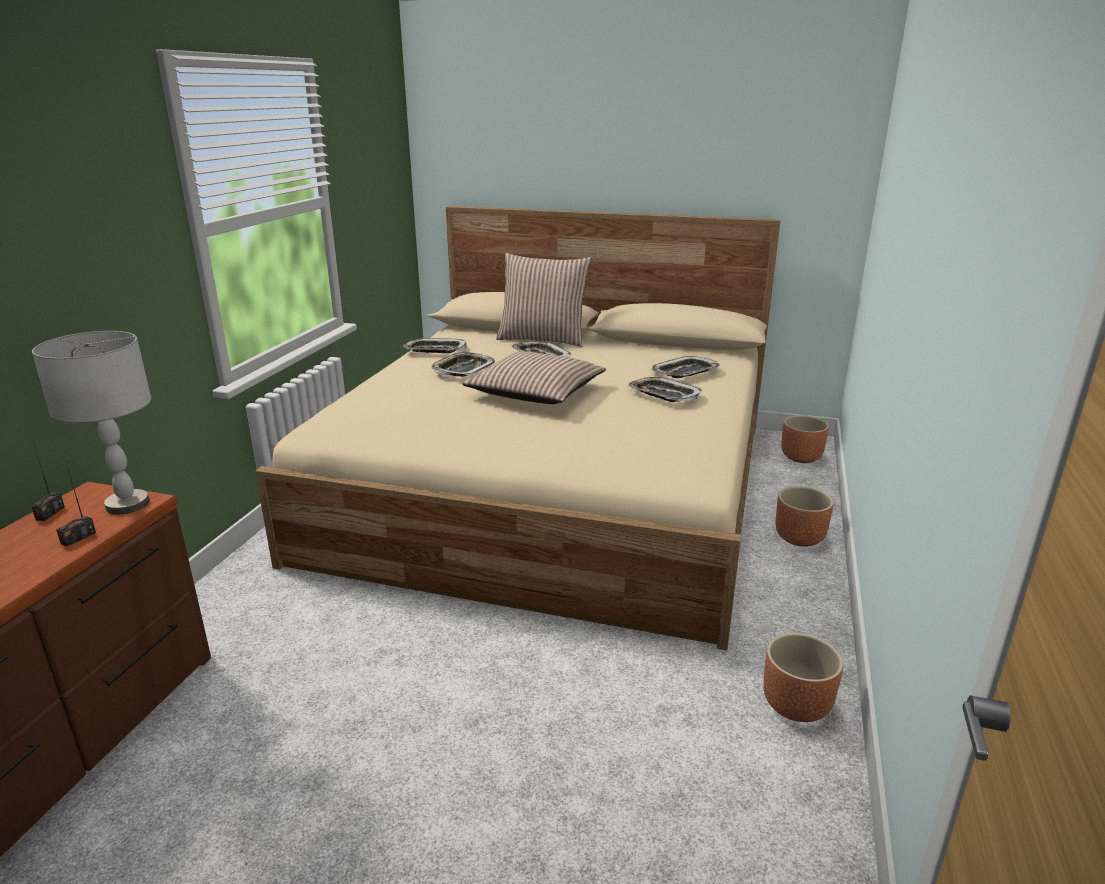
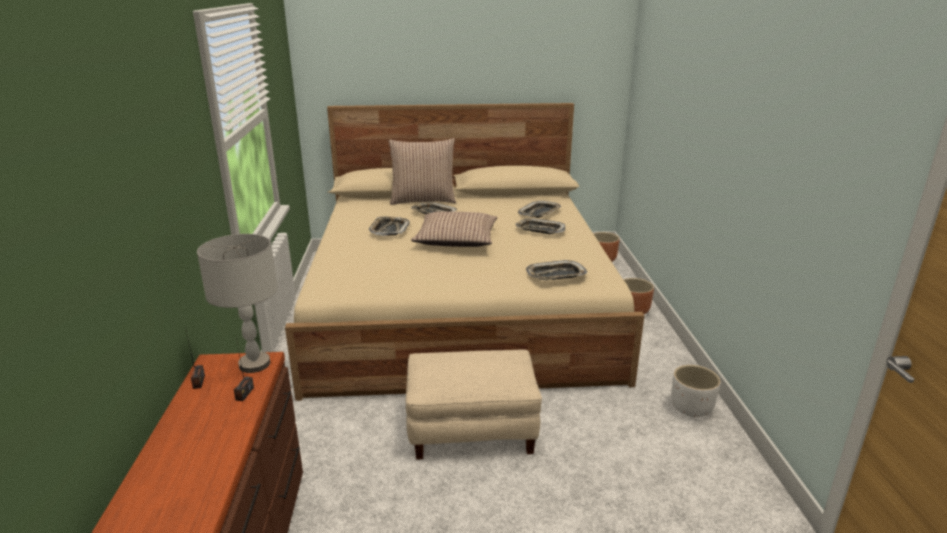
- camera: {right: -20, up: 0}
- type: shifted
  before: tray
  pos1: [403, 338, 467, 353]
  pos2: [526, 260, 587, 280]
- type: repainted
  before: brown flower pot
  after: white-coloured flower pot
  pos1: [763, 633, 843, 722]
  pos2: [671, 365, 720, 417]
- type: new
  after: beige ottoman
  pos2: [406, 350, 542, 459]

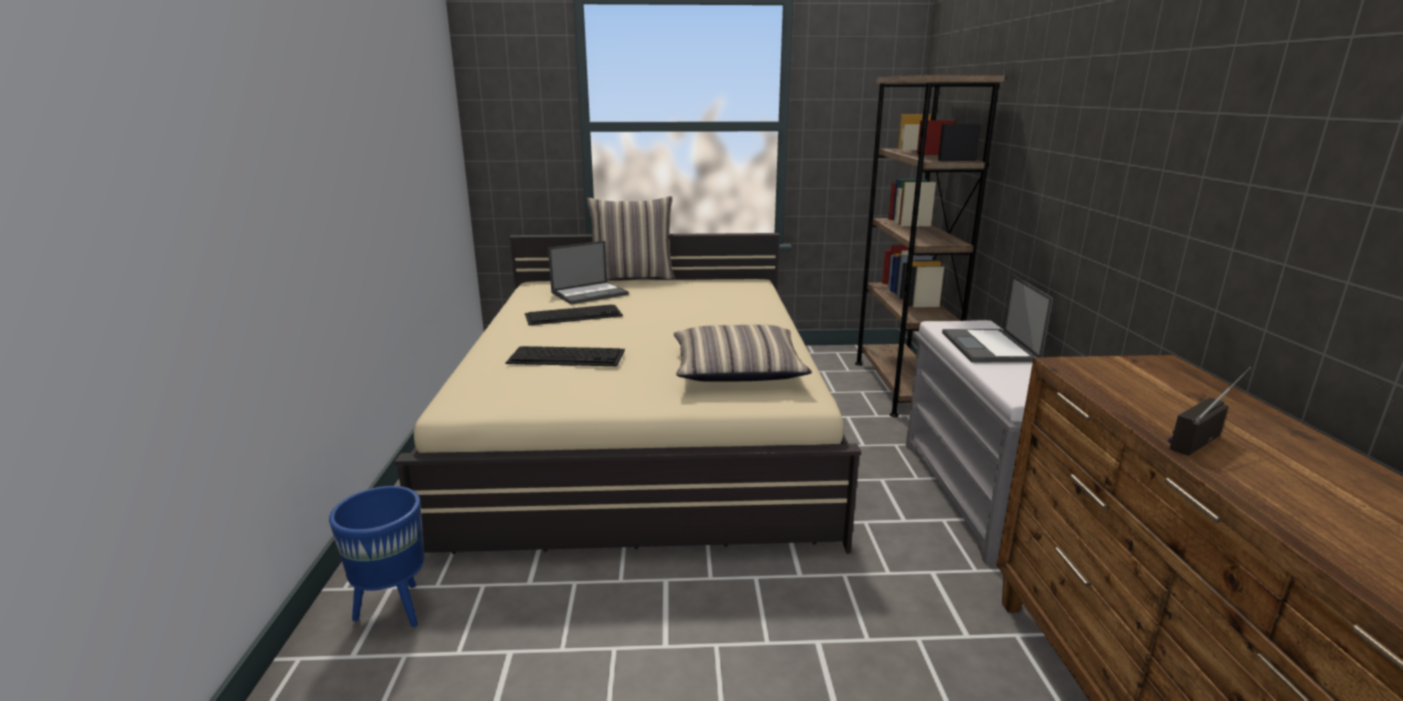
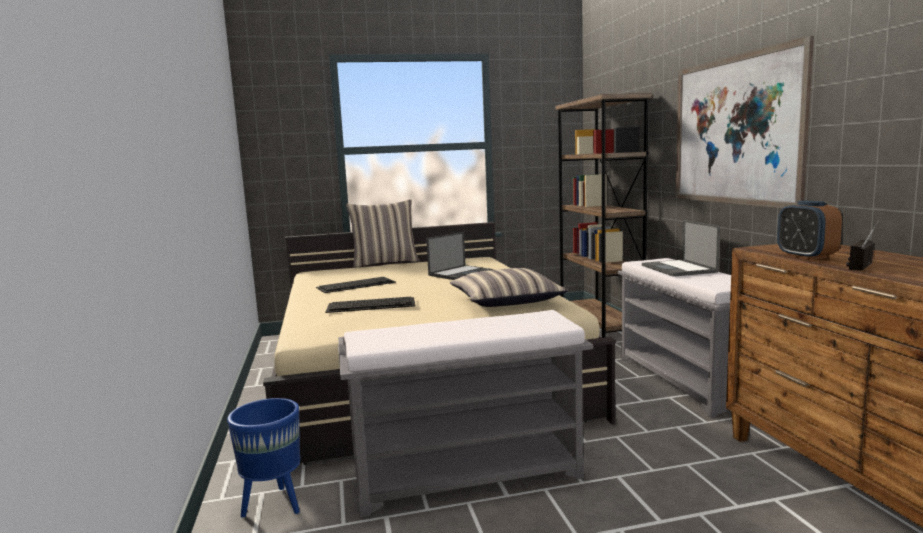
- camera: {right: -10, up: -10}
- type: shifted
  before: portable computer
  pos1: [548, 241, 629, 304]
  pos2: [426, 232, 493, 280]
- type: new
  after: wall picture
  pos2: [676, 36, 814, 208]
- type: new
  after: table clock
  pos2: [777, 200, 842, 260]
- type: new
  after: grey indoor bench
  pos2: [338, 310, 593, 517]

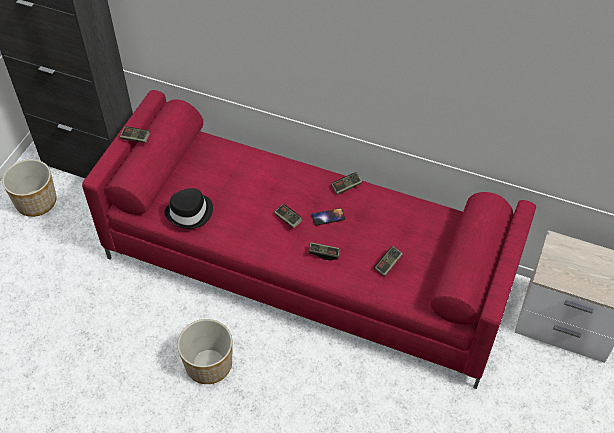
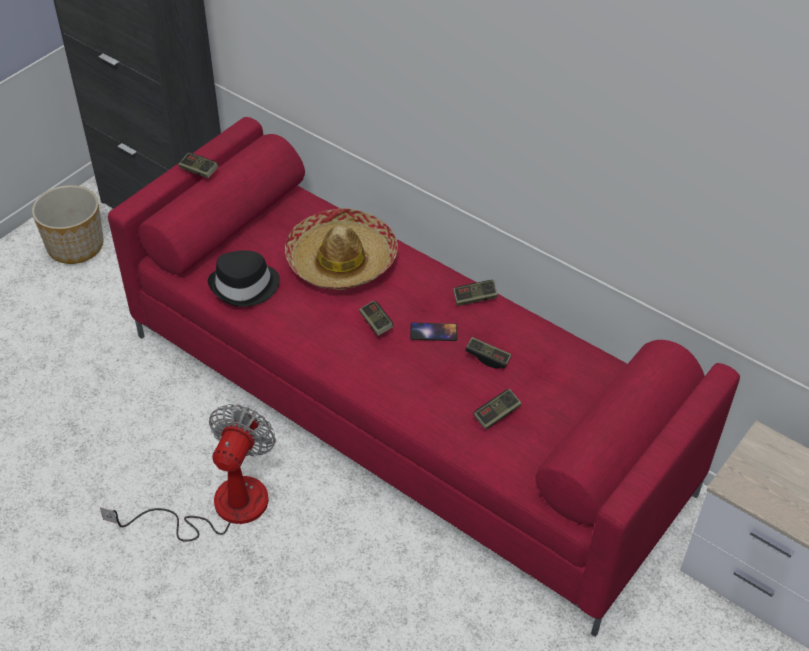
- camera: {right: 15, up: -5}
- type: shifted
  before: joypad
  pos1: [309, 242, 339, 260]
  pos2: [465, 337, 511, 368]
- type: swapped
  before: flower pot
  after: electric fan
  pos1: [177, 319, 232, 384]
  pos2: [100, 404, 276, 542]
- type: new
  after: hat
  pos2: [285, 208, 398, 290]

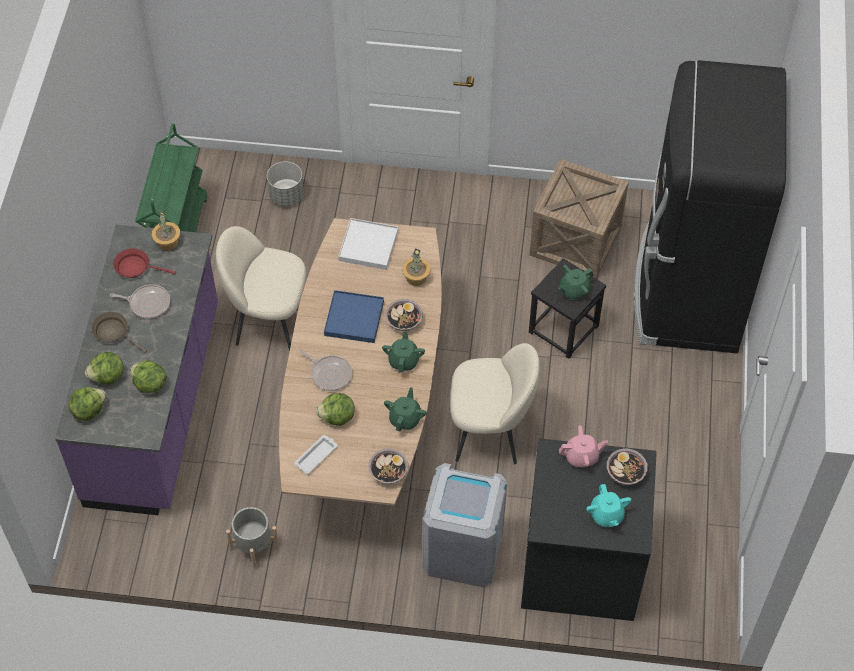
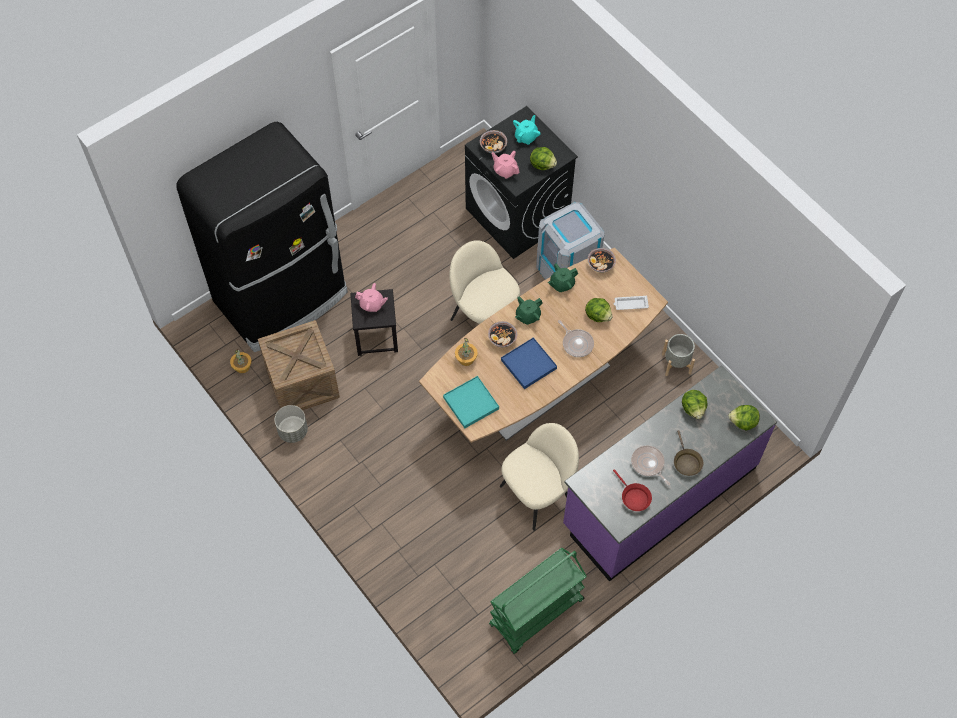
- camera: {right: -135, up: 5}
- type: shifted
  before: grey flower pot
  pos1: [267, 161, 304, 206]
  pos2: [275, 405, 308, 443]
- type: shifted
  before: houseplant
  pos1: [152, 211, 180, 251]
  pos2: [230, 349, 251, 373]
- type: repainted
  before: white-coloured tray
  after: turquoise tray
  pos1: [338, 218, 398, 270]
  pos2: [443, 376, 499, 429]
- type: rotated
  before: beige upright chair
  pos1: [216, 226, 306, 351]
  pos2: [500, 423, 579, 531]
  turn: -90
- type: repainted
  before: green-coloured pot for tea
  after: pink-coloured pot for tea
  pos1: [558, 265, 594, 300]
  pos2: [355, 283, 388, 312]
- type: rotated
  before: frying pan
  pos1: [299, 350, 352, 391]
  pos2: [558, 320, 594, 357]
  turn: 150
- type: shifted
  before: head of lettuce
  pos1: [85, 352, 124, 384]
  pos2: [530, 147, 557, 170]

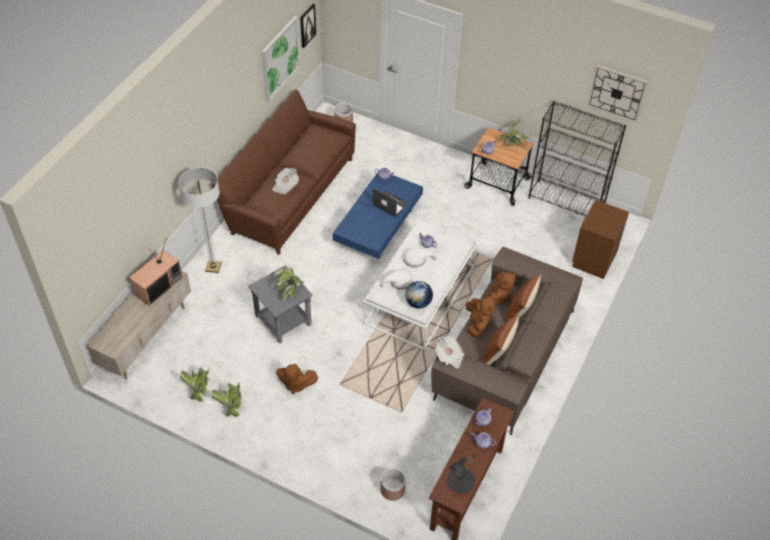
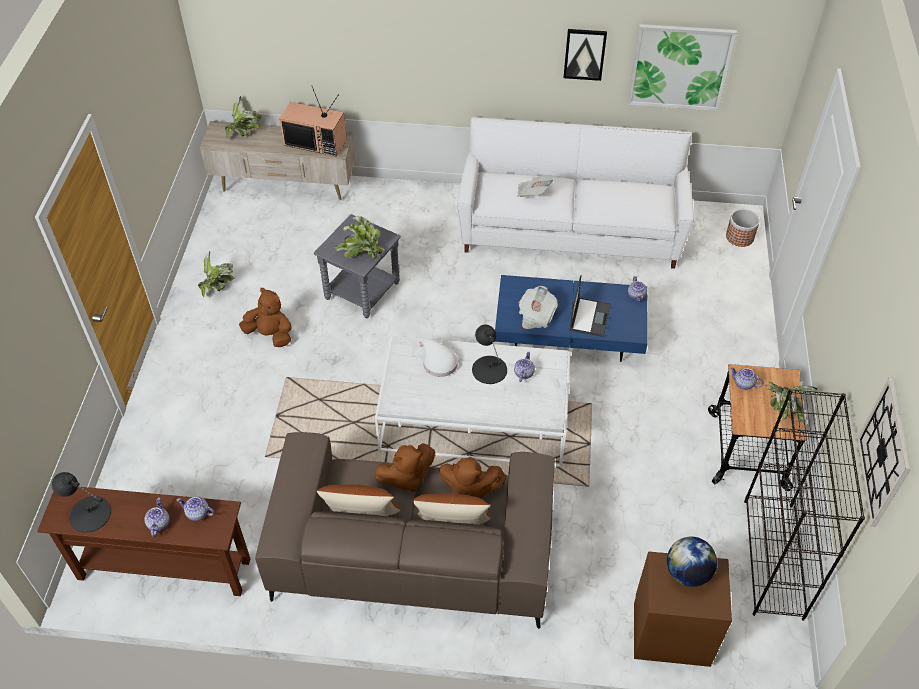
- camera: {right: 70, up: 0}
- type: shifted
  before: wall picture
  pos1: [300, 4, 316, 48]
  pos2: [563, 29, 607, 81]
- type: repainted
  before: brown couch
  after: white-coloured couch
  pos1: [212, 90, 356, 255]
  pos2: [457, 117, 694, 269]
- type: gone
  before: standing lamp
  pos1: [179, 167, 222, 273]
- type: swapped
  before: white-coloured hat
  after: black tabletop lamp
  pos1: [403, 247, 437, 268]
  pos2: [472, 325, 507, 384]
- type: shifted
  before: world globe
  pos1: [405, 281, 433, 309]
  pos2: [667, 537, 717, 587]
- type: shifted
  before: printed paper
  pos1: [435, 336, 465, 369]
  pos2: [518, 286, 557, 329]
- type: rotated
  before: brown cuddly toy
  pos1: [276, 364, 318, 394]
  pos2: [239, 288, 291, 347]
  turn: 120
- type: shifted
  before: houseplant
  pos1: [180, 367, 210, 401]
  pos2: [225, 96, 262, 138]
- type: gone
  before: flower pot
  pos1: [380, 468, 406, 501]

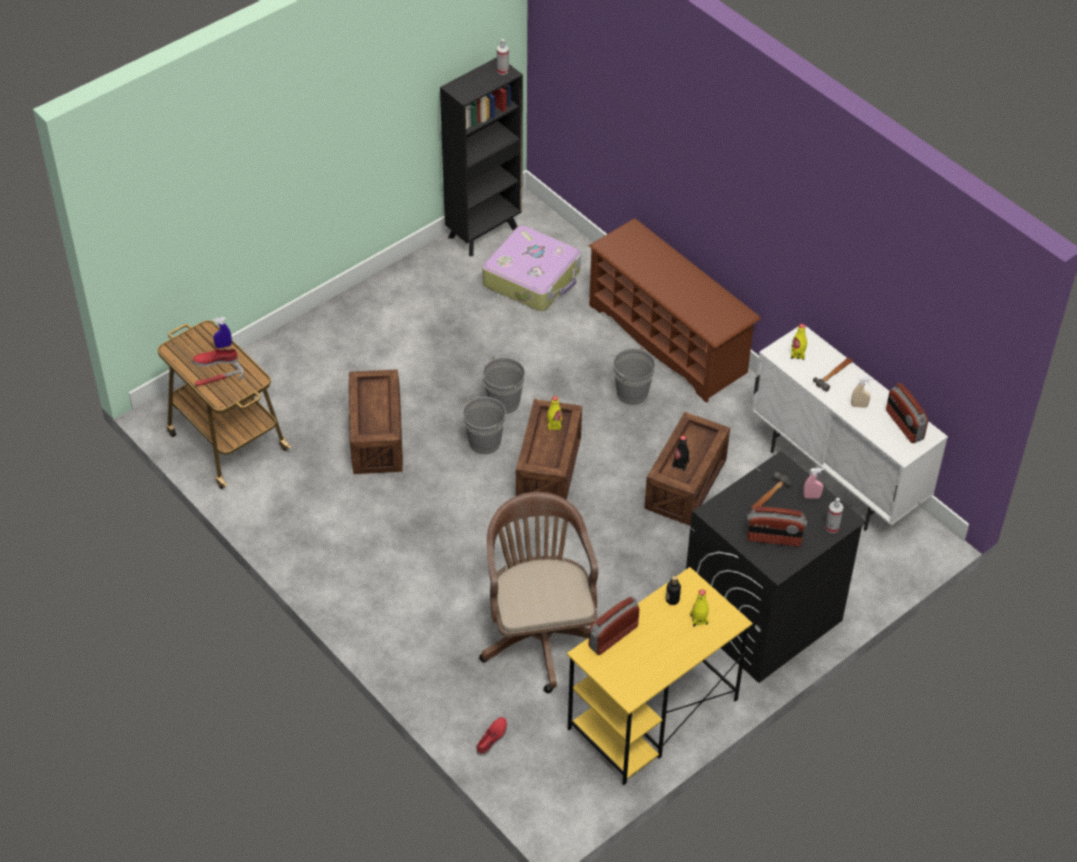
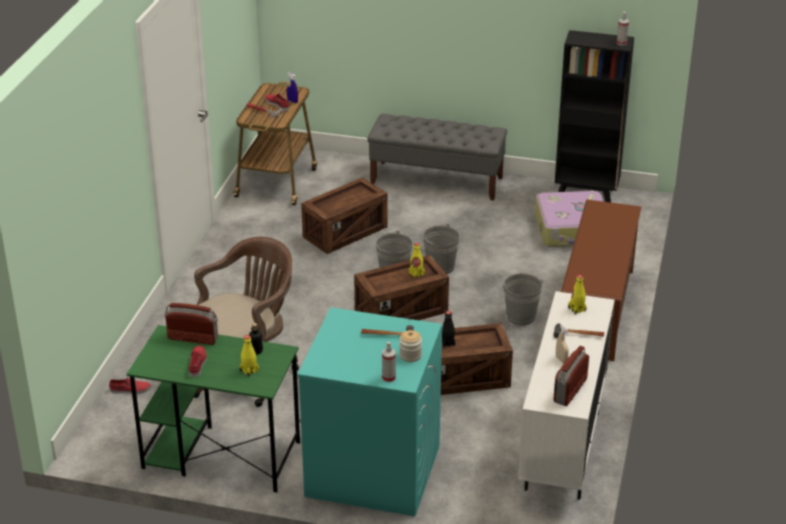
- camera: {right: 55, up: -15}
- type: repainted
  before: black laundry machine
  after: turquoise laundry machine
  pos1: [686, 451, 866, 683]
  pos2: [297, 307, 442, 516]
- type: swapped
  before: pink-coloured hand sprayer
  after: preserve jar
  pos1: [803, 468, 824, 498]
  pos2: [399, 330, 422, 362]
- type: gone
  before: radio receiver
  pos1: [747, 507, 807, 546]
- type: repainted
  before: yellow desk
  after: green-coloured desk
  pos1: [567, 567, 752, 786]
  pos2: [127, 325, 300, 493]
- type: new
  after: grey indoor bench
  pos2: [367, 114, 507, 201]
- type: new
  after: reddish item of footwear
  pos2: [189, 346, 207, 377]

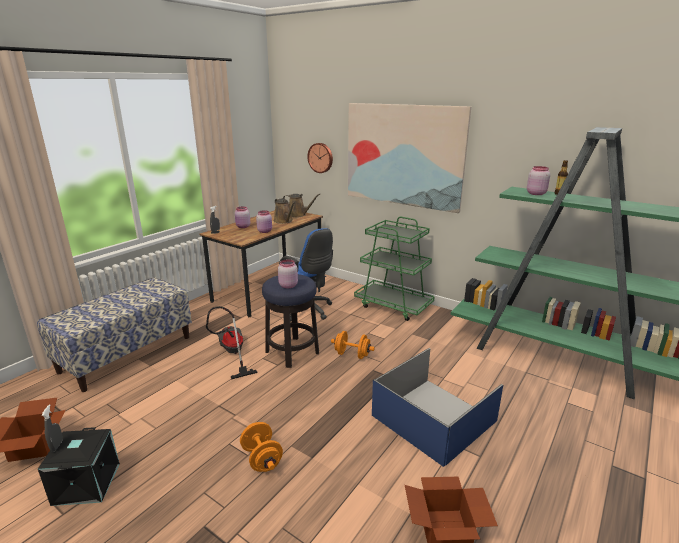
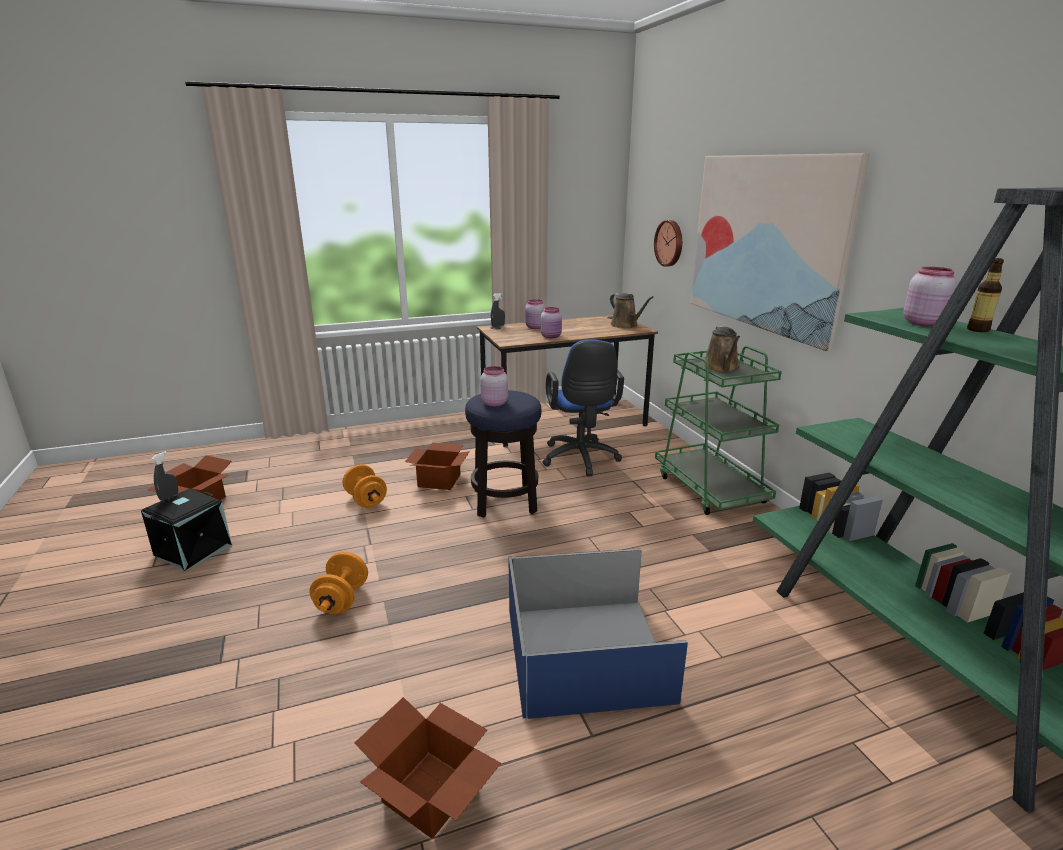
- camera: {right: 35, up: 0}
- type: shifted
  before: brown watering pot
  pos1: [274, 198, 295, 224]
  pos2: [703, 326, 740, 373]
- type: gone
  before: indoor bench
  pos1: [37, 277, 192, 392]
- type: swapped
  before: vacuum cleaner
  after: cardboard box
  pos1: [206, 306, 258, 380]
  pos2: [405, 443, 470, 490]
- type: shifted
  before: orangey dumbbell
  pos1: [331, 331, 375, 359]
  pos2: [343, 464, 387, 508]

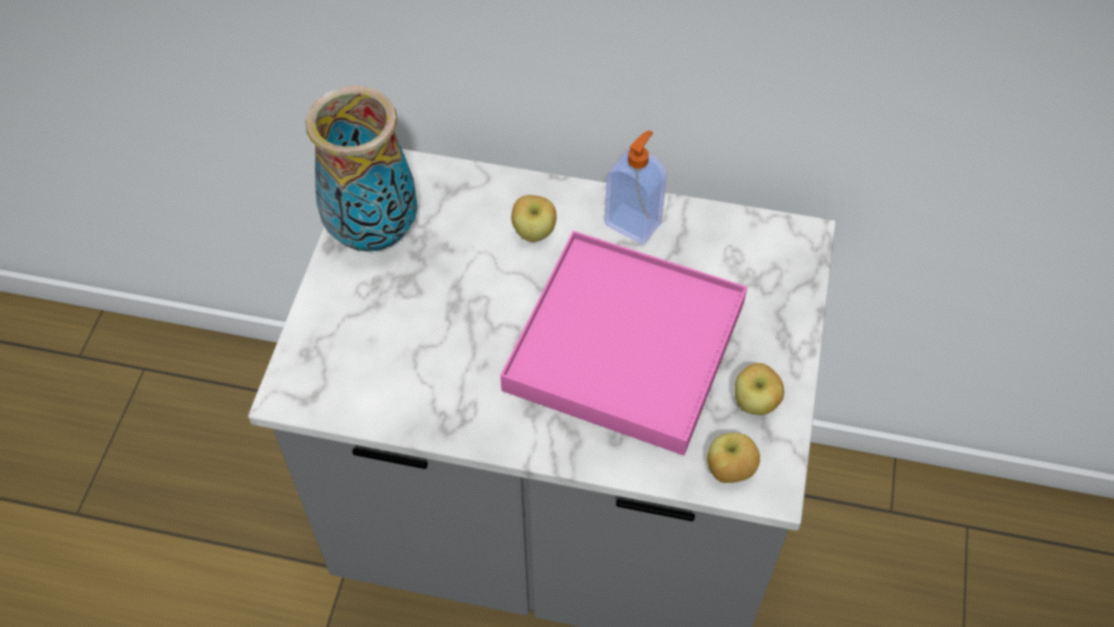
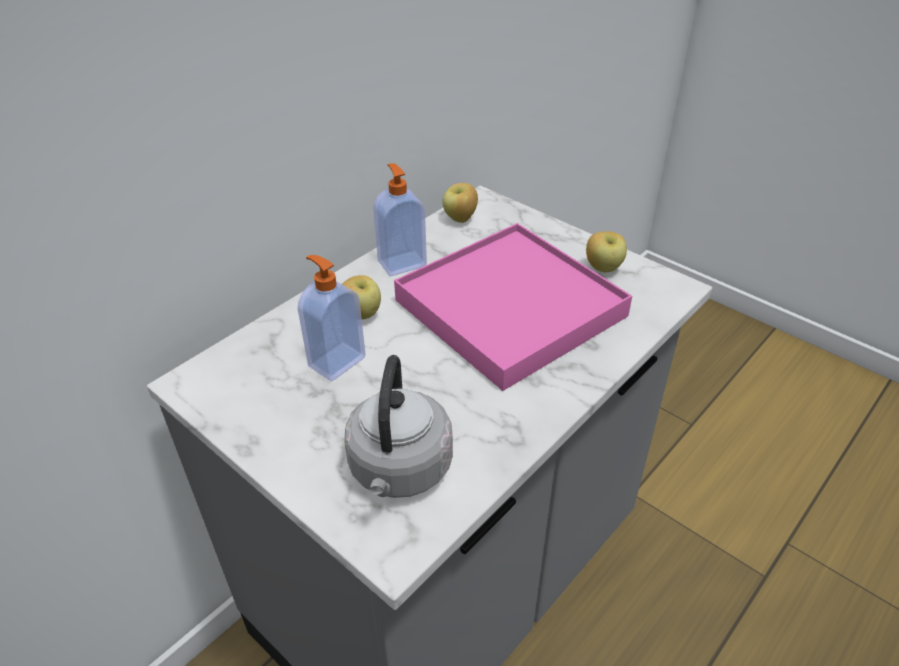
- camera: {right: -60, up: -15}
- type: gone
  before: vase
  pos1: [306, 85, 417, 252]
- type: shifted
  before: apple
  pos1: [707, 433, 760, 483]
  pos2: [442, 183, 478, 223]
- type: new
  after: soap bottle
  pos2: [298, 255, 366, 381]
- type: new
  after: grey kettle
  pos2: [344, 355, 453, 498]

